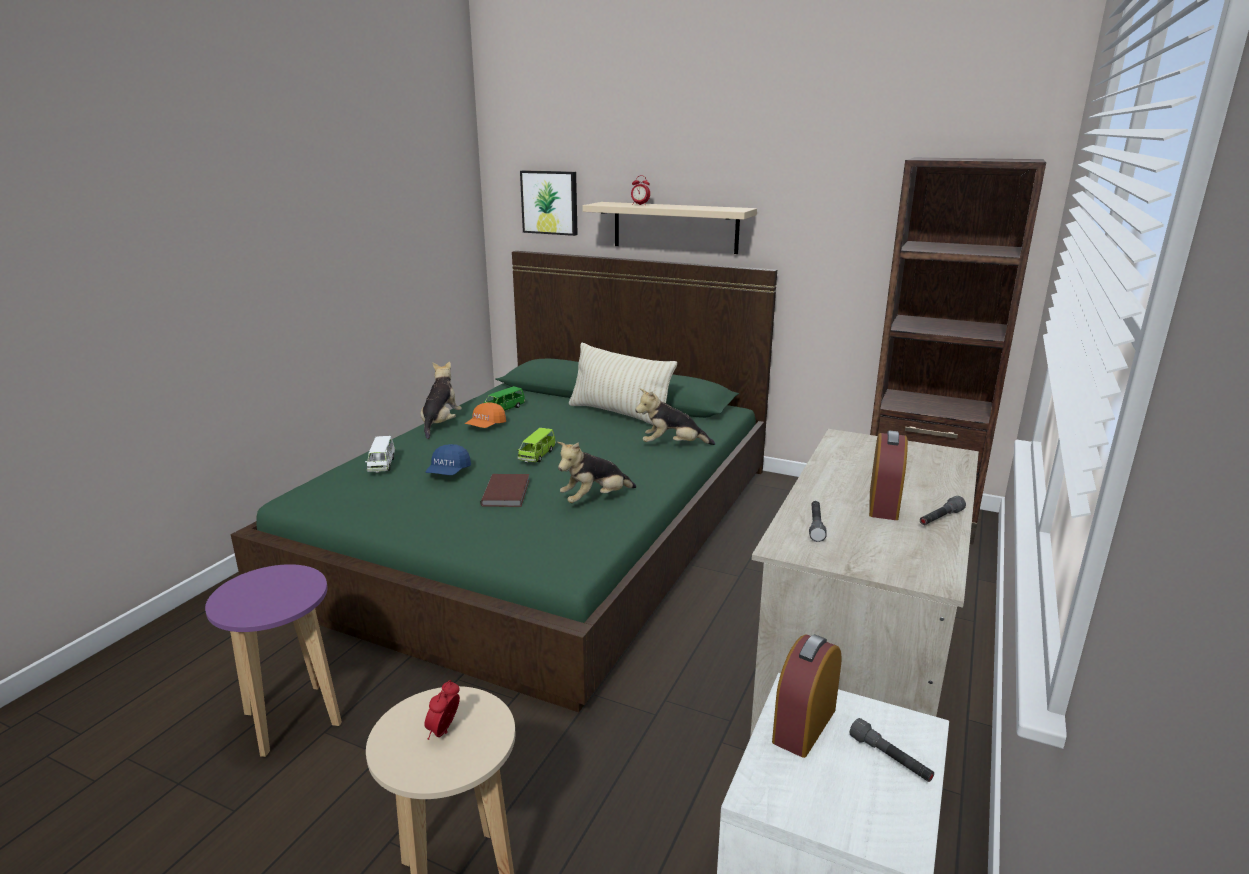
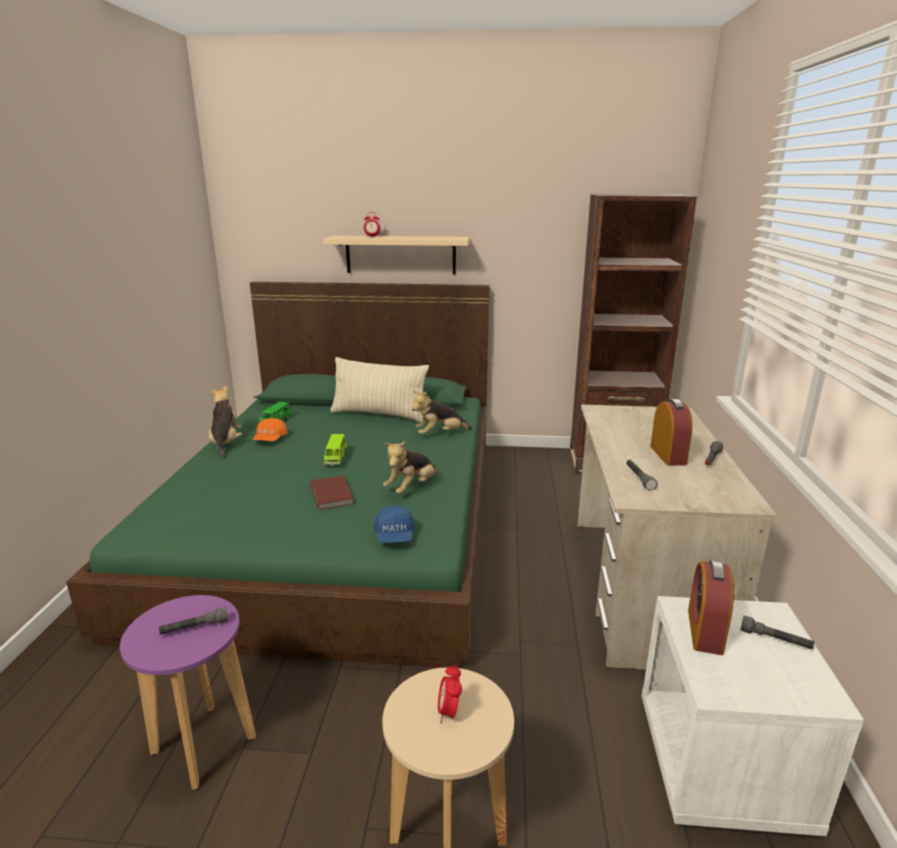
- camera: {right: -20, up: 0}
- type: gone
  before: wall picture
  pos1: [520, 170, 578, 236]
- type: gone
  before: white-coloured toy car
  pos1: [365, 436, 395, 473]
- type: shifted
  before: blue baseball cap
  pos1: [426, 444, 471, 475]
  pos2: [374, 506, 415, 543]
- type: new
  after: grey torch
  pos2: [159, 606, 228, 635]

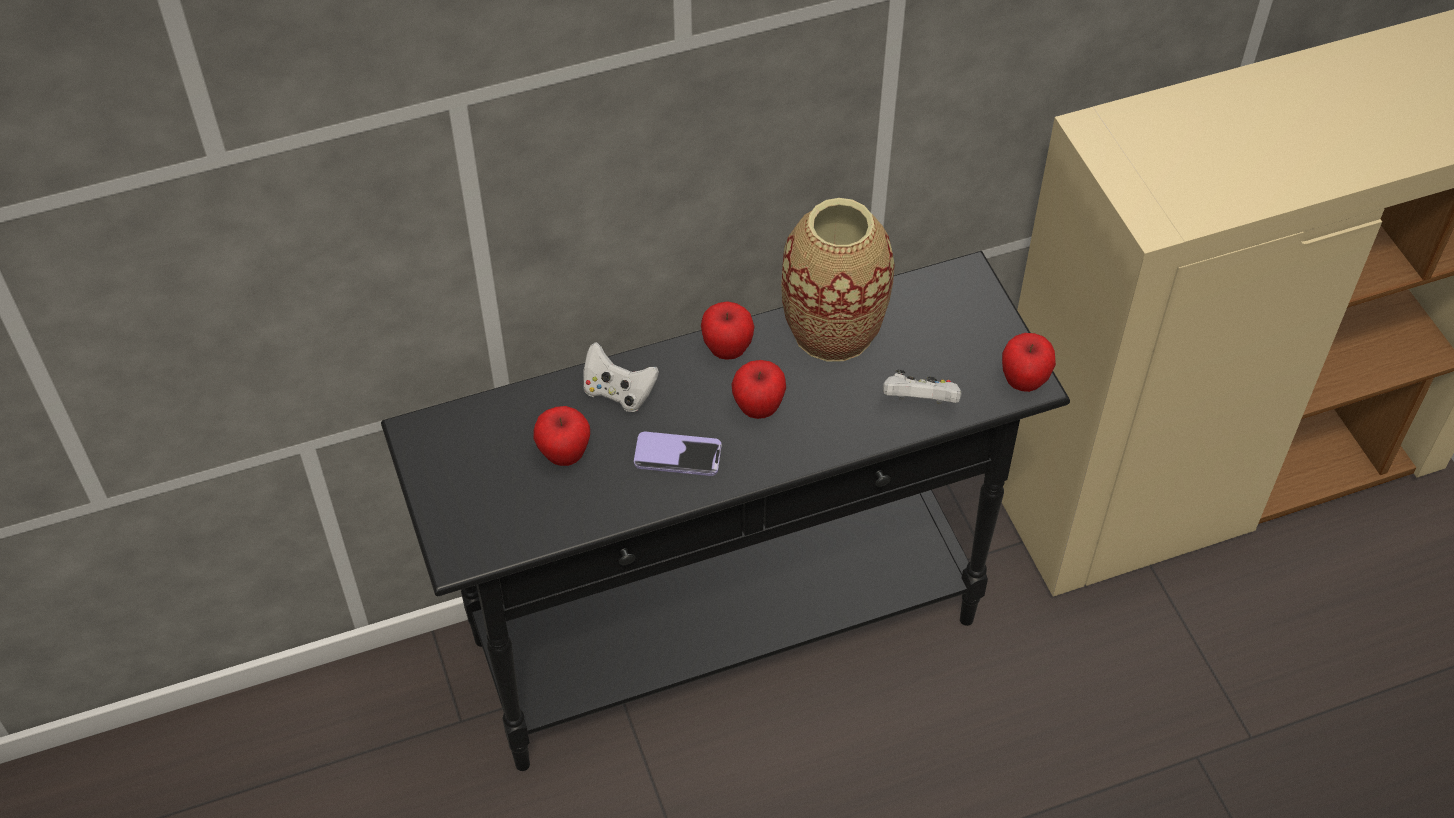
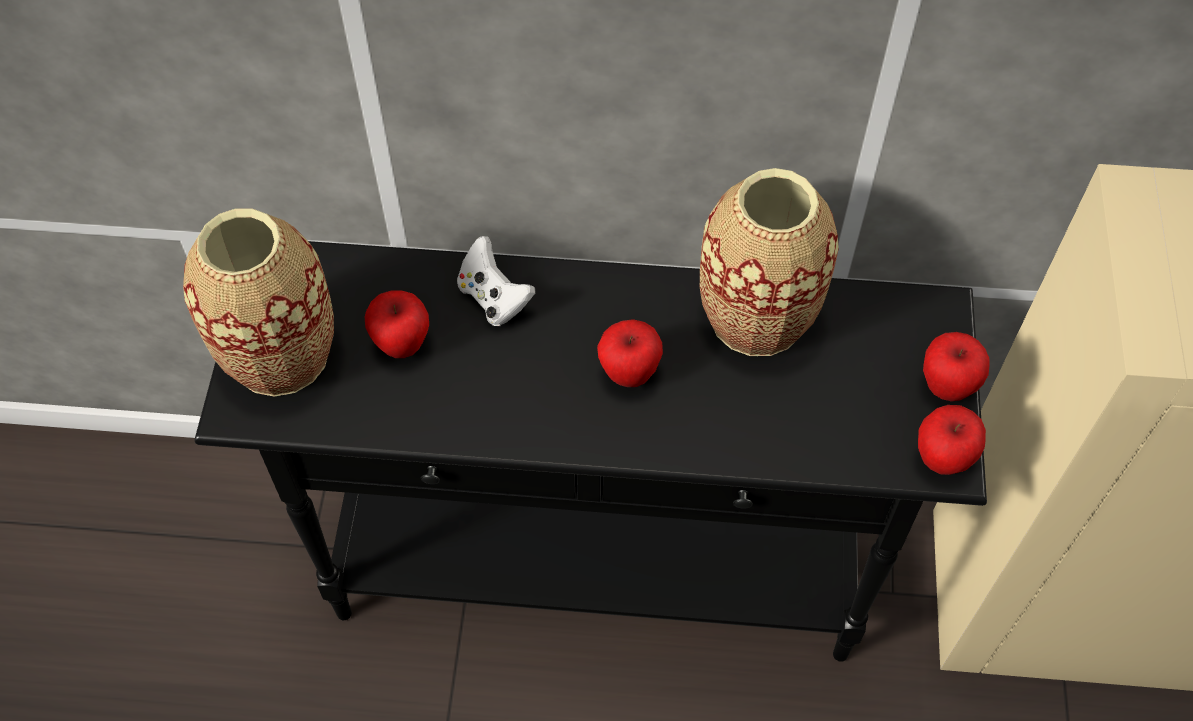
- camera: {right: 25, up: 5}
- type: shifted
  before: apple
  pos1: [701, 301, 754, 360]
  pos2: [923, 332, 990, 402]
- type: gone
  before: white-coloured joypad
  pos1: [883, 369, 961, 404]
- type: gone
  before: phone
  pos1: [634, 432, 722, 476]
- type: new
  after: vase
  pos2: [183, 208, 334, 397]

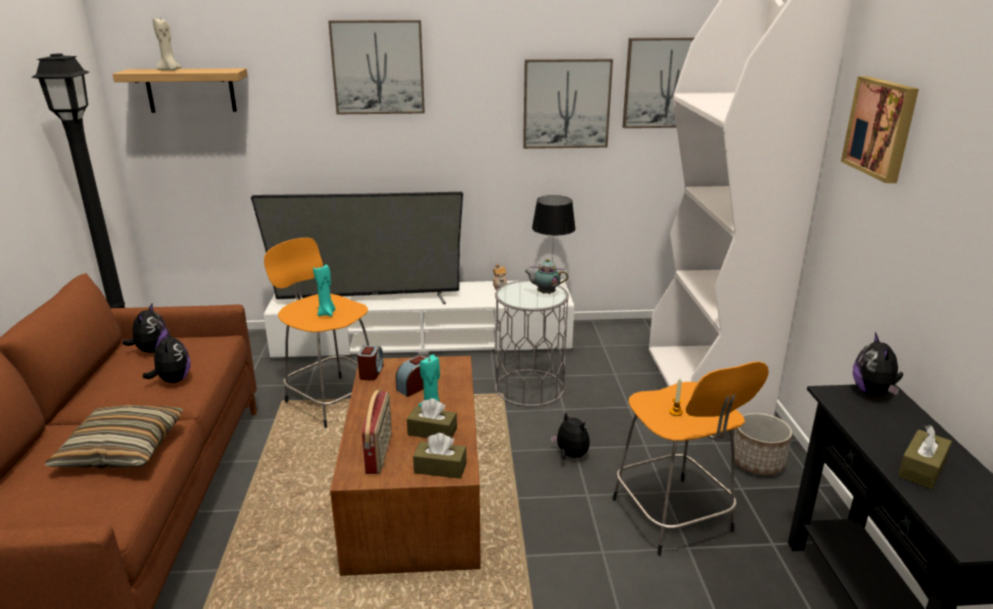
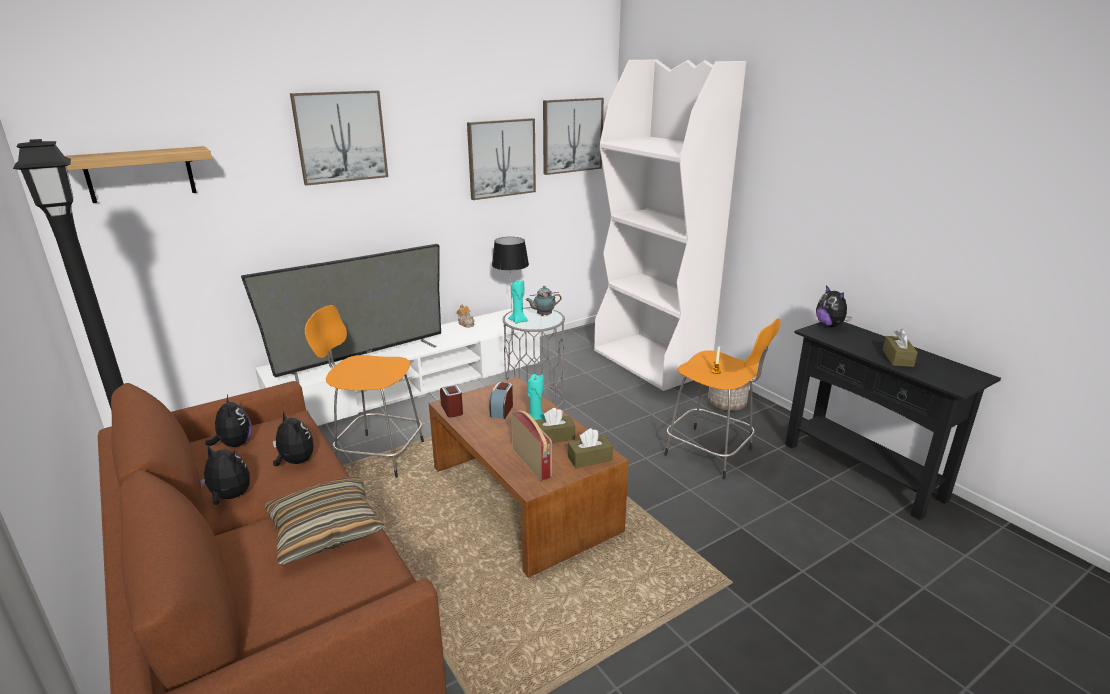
- camera: {right: -30, up: 0}
- type: gone
  before: beige wax light
  pos1: [153, 17, 181, 70]
- type: gone
  before: wall picture
  pos1: [841, 76, 919, 183]
- type: shifted
  before: turquoise wax light
  pos1: [313, 265, 336, 316]
  pos2: [508, 280, 528, 324]
- type: shifted
  before: cuddly toy
  pos1: [551, 411, 590, 459]
  pos2: [200, 446, 250, 505]

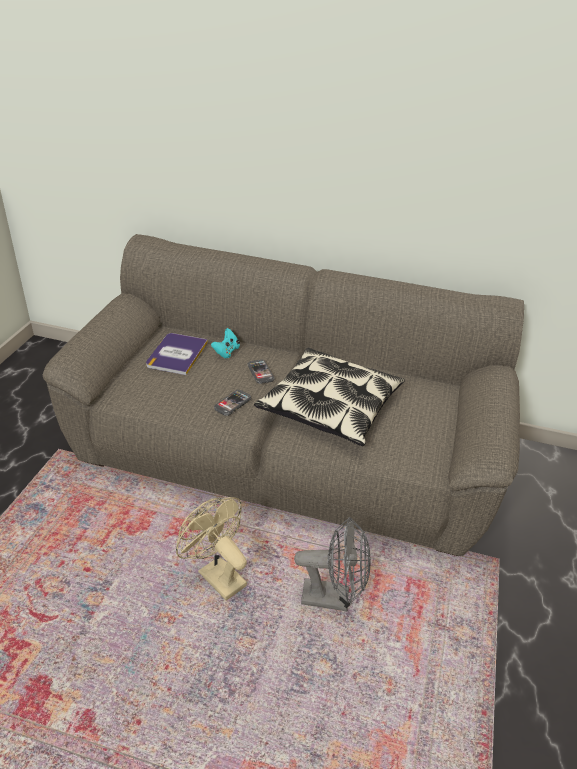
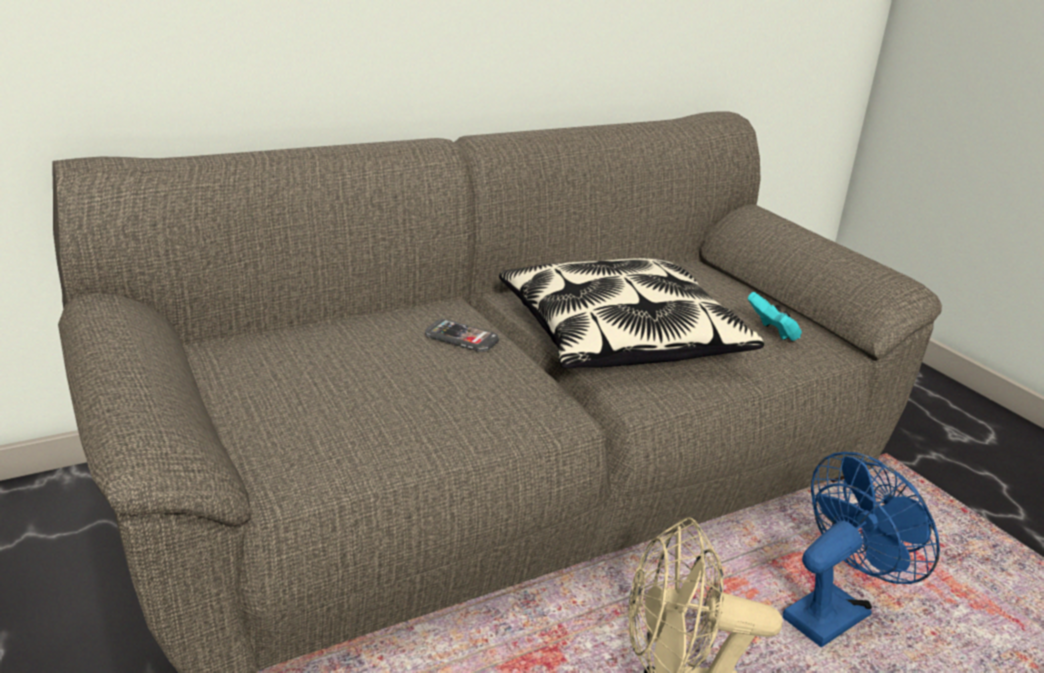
- camera: {right: -45, up: -10}
- type: shifted
  before: turquoise joypad
  pos1: [211, 328, 240, 359]
  pos2: [748, 292, 802, 341]
- type: gone
  before: volume
  pos1: [146, 333, 208, 375]
- type: gone
  before: phone
  pos1: [214, 390, 251, 416]
- type: repainted
  before: grey electric fan
  after: blue electric fan
  pos1: [294, 517, 371, 612]
  pos2: [783, 452, 940, 647]

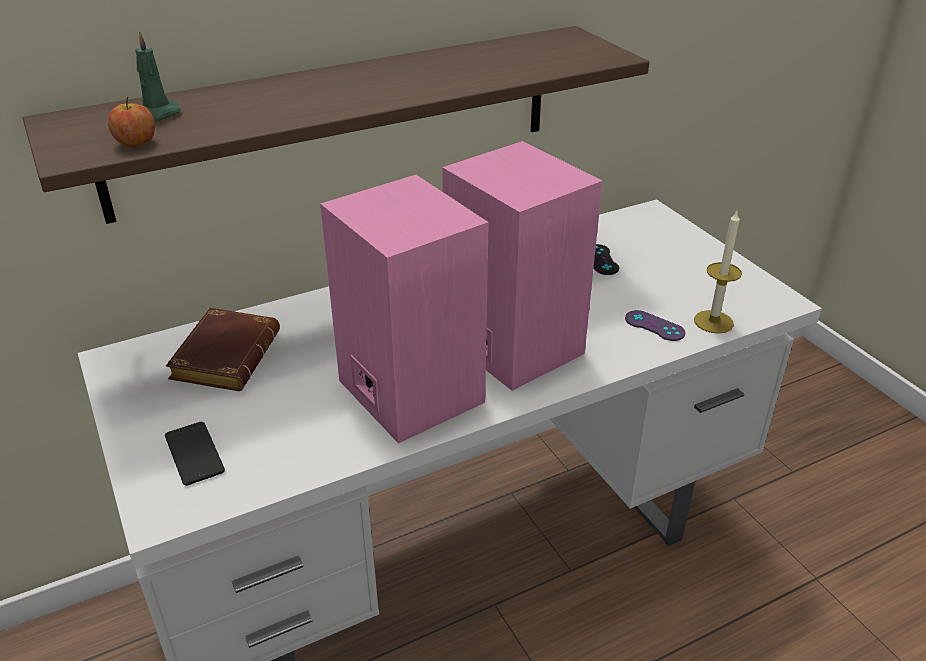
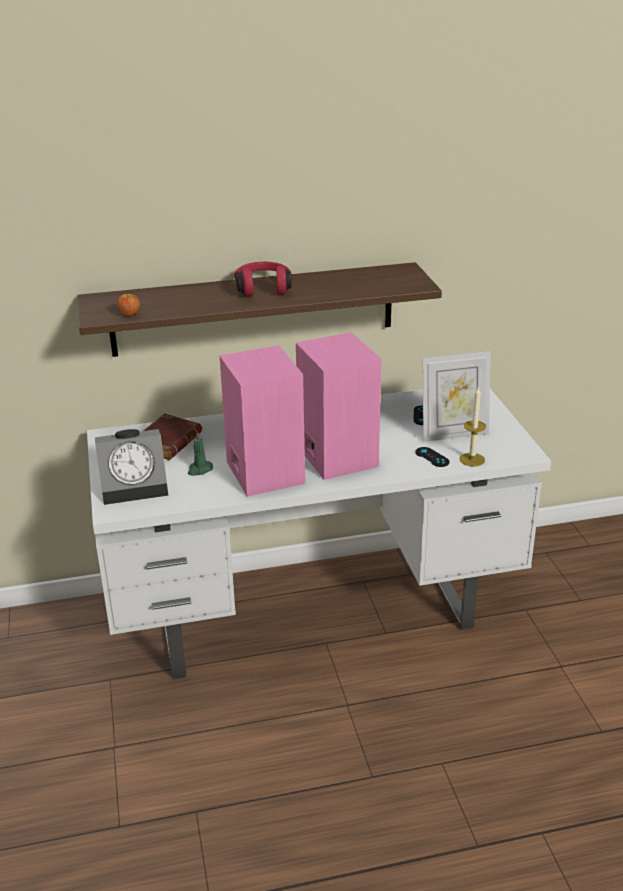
- camera: {right: 15, up: -5}
- type: shifted
  before: green-coloured wax light
  pos1: [135, 31, 181, 122]
  pos2: [188, 431, 213, 476]
- type: repainted
  before: purple-coloured joypad
  after: black joypad
  pos1: [625, 310, 686, 341]
  pos2: [416, 447, 450, 467]
- type: swapped
  before: phone
  after: table clock
  pos1: [165, 422, 225, 486]
  pos2: [95, 429, 168, 505]
- type: new
  after: reddish headset
  pos2: [234, 262, 292, 296]
- type: new
  after: standing frame
  pos2: [423, 351, 491, 442]

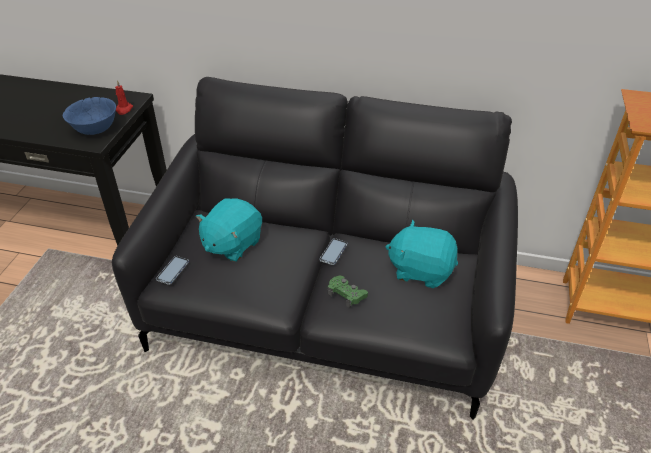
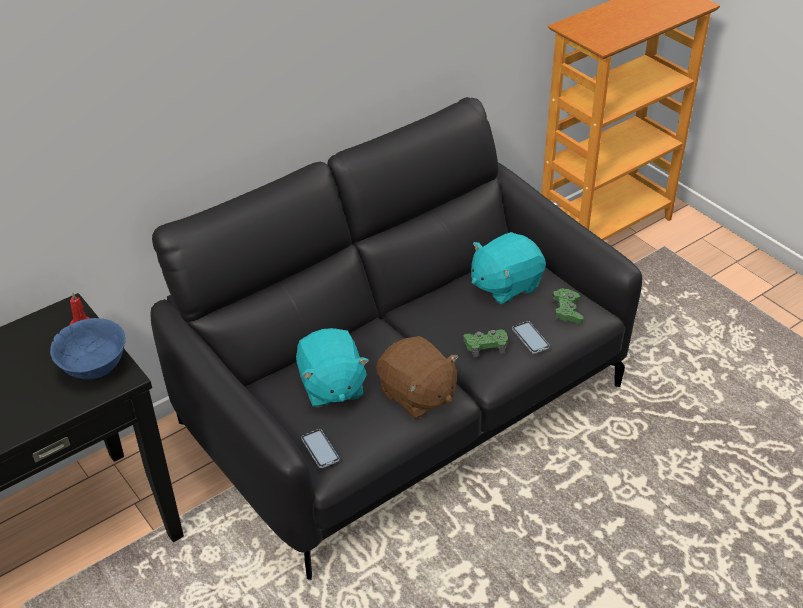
- camera: {right: -50, up: 0}
- type: shifted
  before: phone
  pos1: [319, 238, 347, 265]
  pos2: [512, 321, 550, 354]
- type: new
  after: green-coloured joypad
  pos2: [552, 289, 583, 324]
- type: new
  after: brown cuddly toy
  pos2: [376, 336, 459, 419]

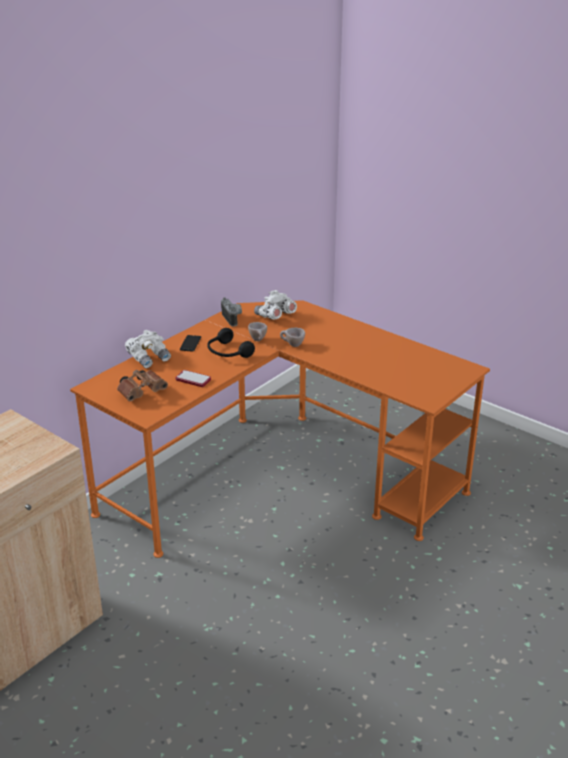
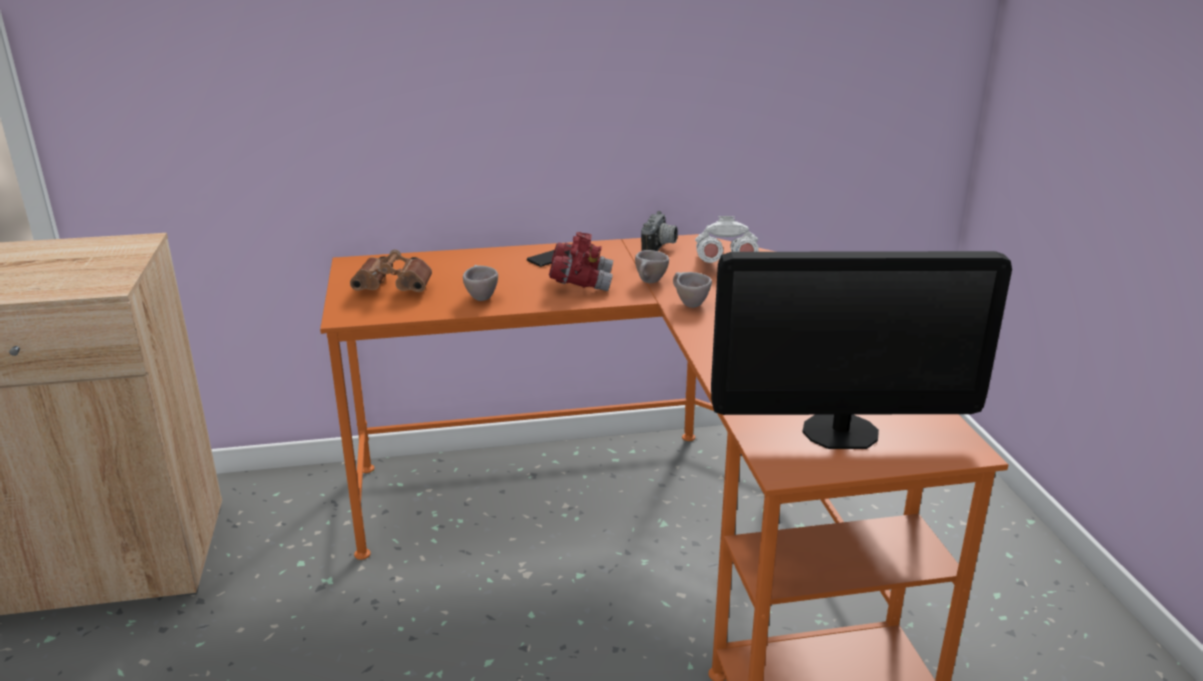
- camera: {right: 40, up: -5}
- type: swapped
  before: black headset
  after: reddish pair of binoculars
  pos1: [207, 328, 255, 358]
  pos2: [549, 232, 613, 291]
- type: gone
  before: white-coloured pair of binoculars
  pos1: [125, 330, 171, 368]
- type: swapped
  before: phone
  after: beige cup
  pos1: [176, 370, 211, 387]
  pos2: [463, 265, 498, 301]
- type: new
  after: computer display
  pos2: [711, 251, 1012, 449]

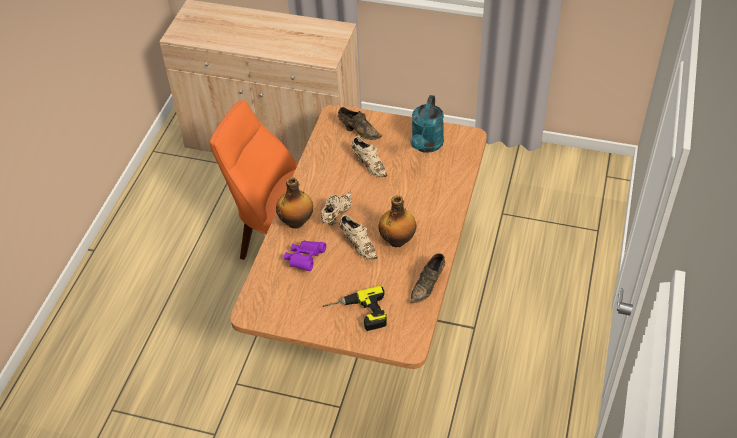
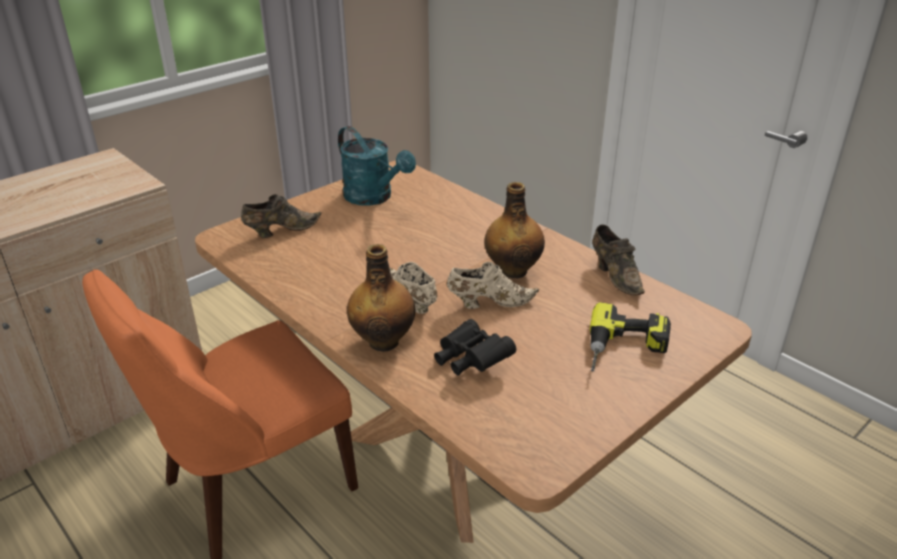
- camera: {right: -60, up: -15}
- type: gone
  before: beige item of footwear
  pos1: [352, 136, 387, 177]
- type: repainted
  before: purple-coloured pair of binoculars
  after: black pair of binoculars
  pos1: [284, 241, 326, 271]
  pos2: [434, 319, 516, 376]

